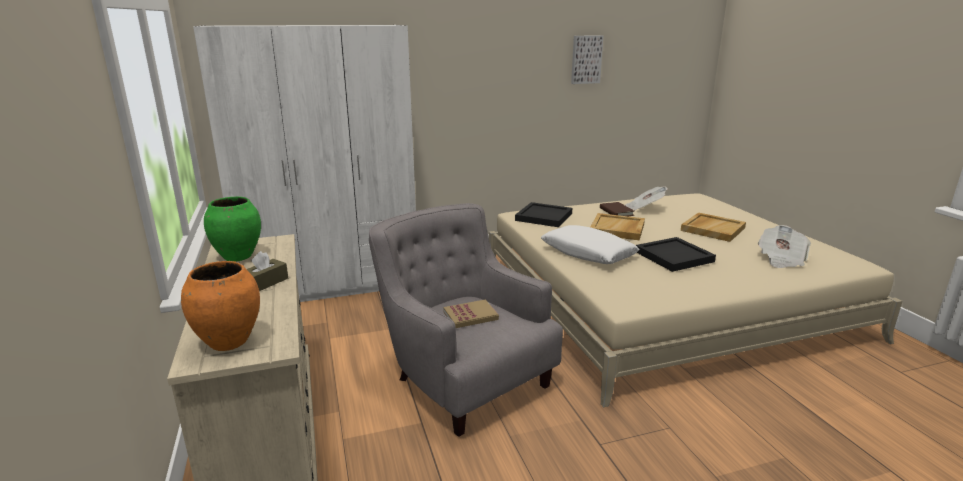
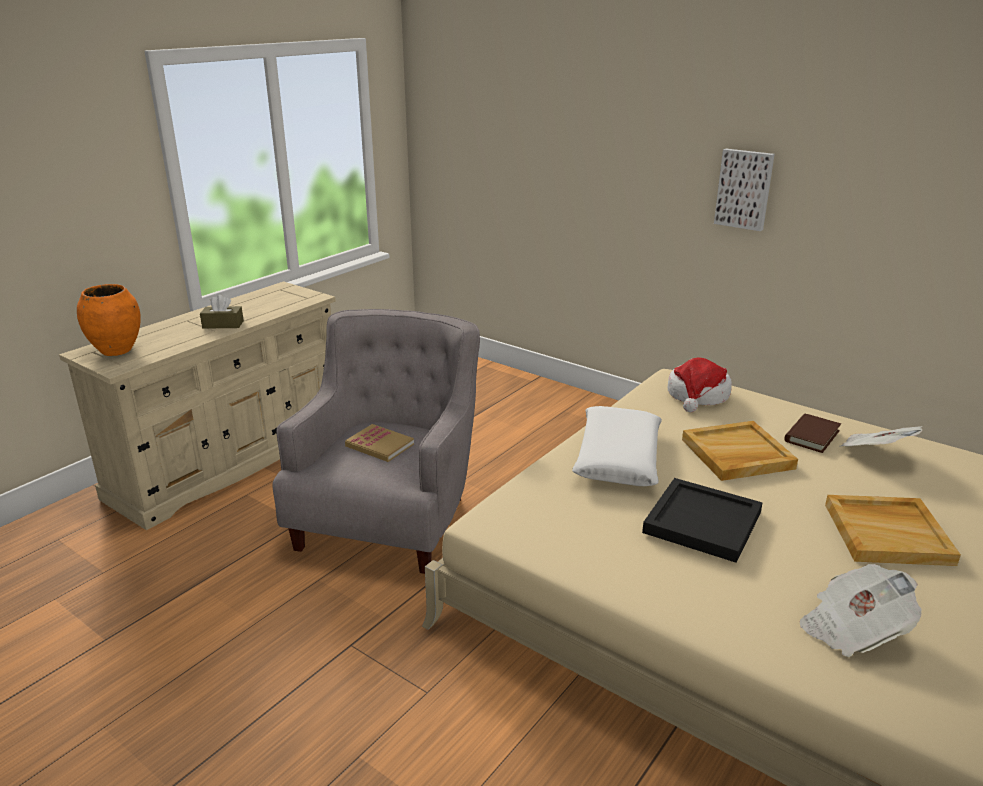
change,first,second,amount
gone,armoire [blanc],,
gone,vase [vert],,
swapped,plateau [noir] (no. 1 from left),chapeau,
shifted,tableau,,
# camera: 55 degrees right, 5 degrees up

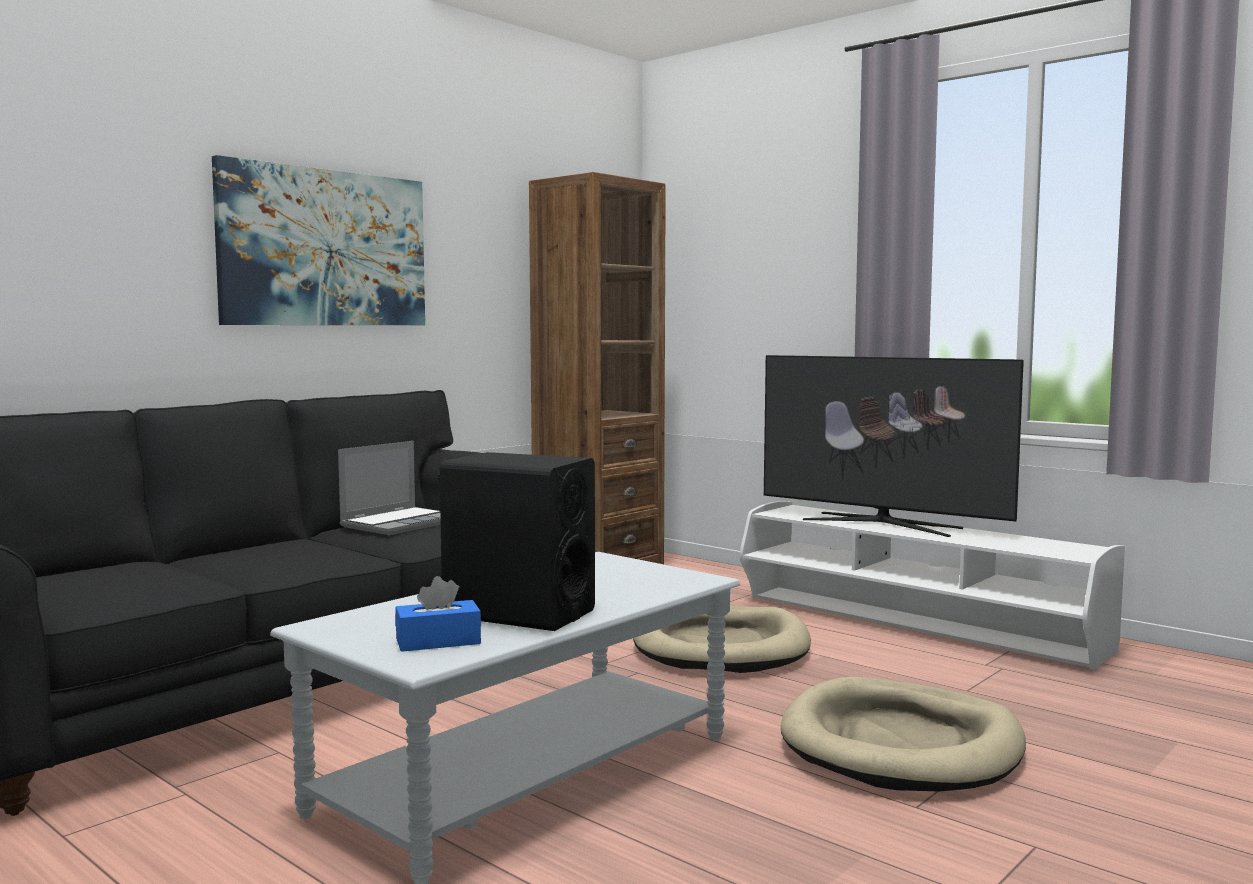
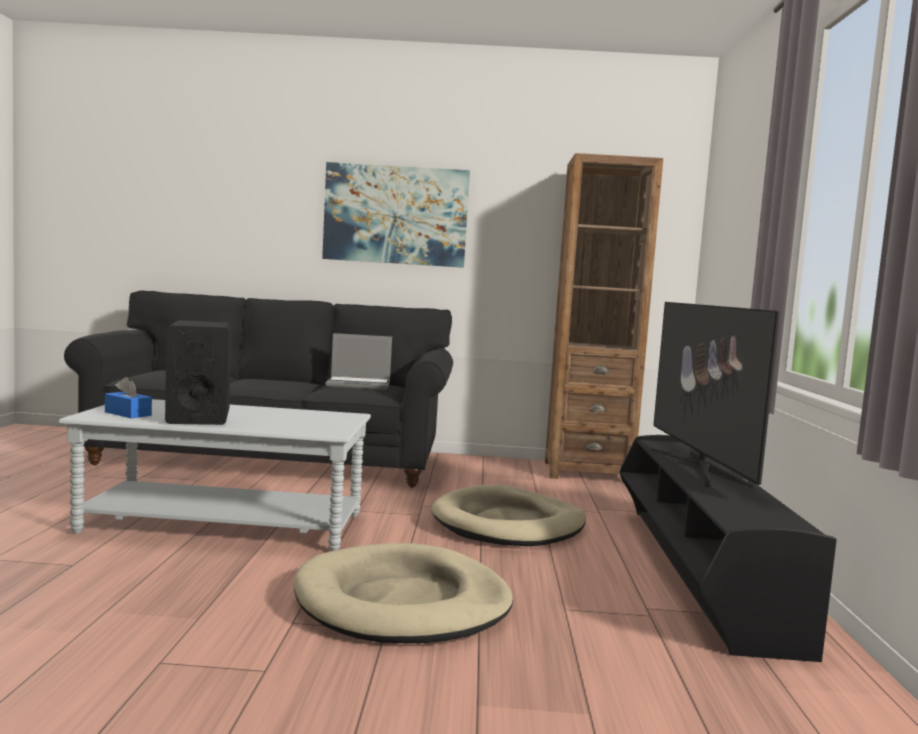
change,first,second,amount
repainted,meuble télé [blanc],meuble télé [noir],
# camera: 50 degrees right, 0 degrees up

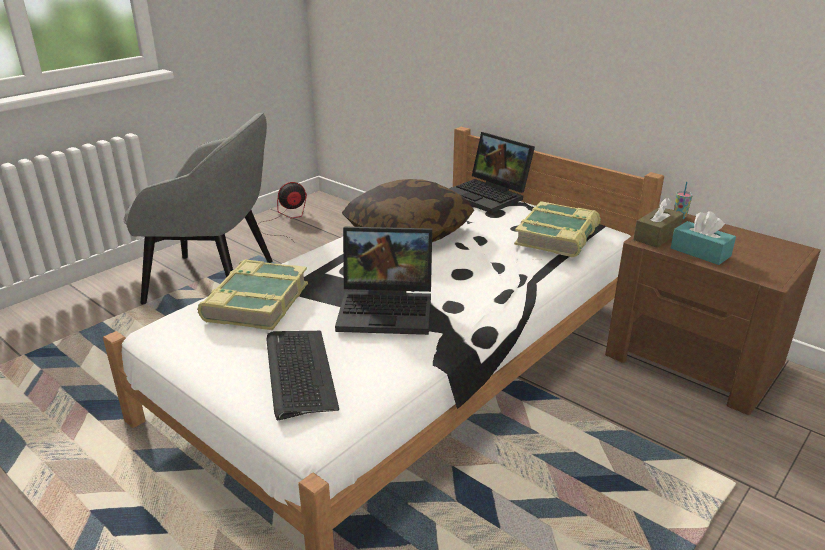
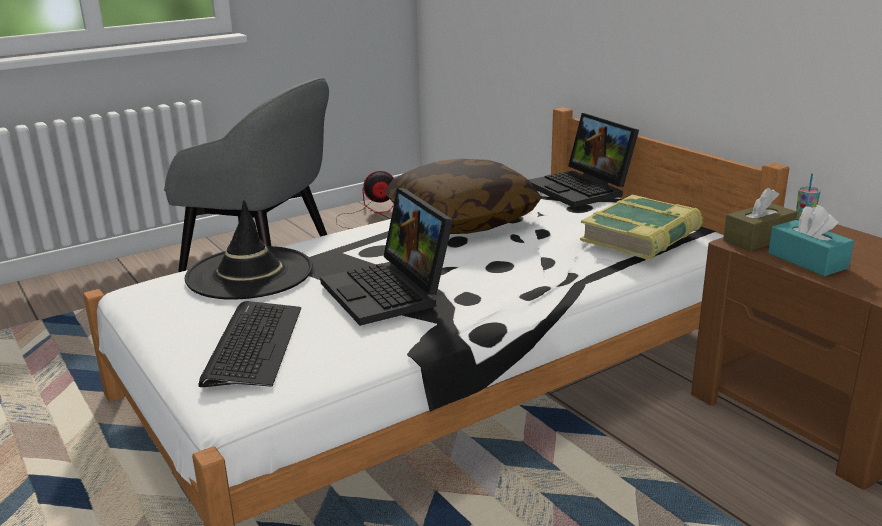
change,first,second,amount
swapped,livre (no. 1 from left),chapeau [noir],
rotated,ordinateur portable (no. 1 from left),,45 degrees clockwise
# camera: 15 degrees right, 5 degrees down

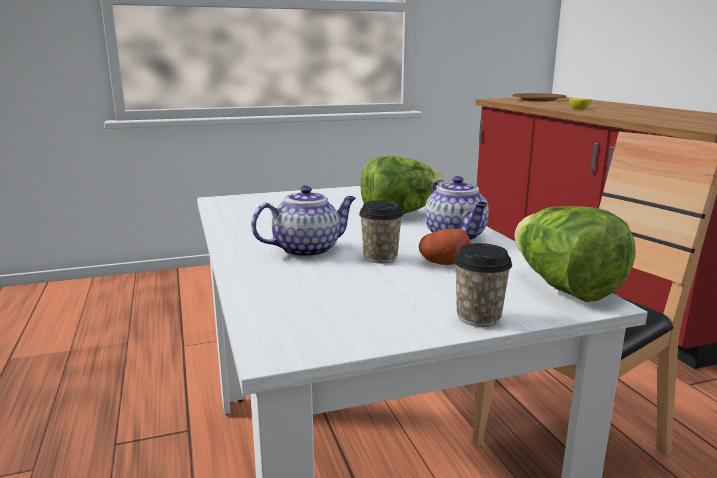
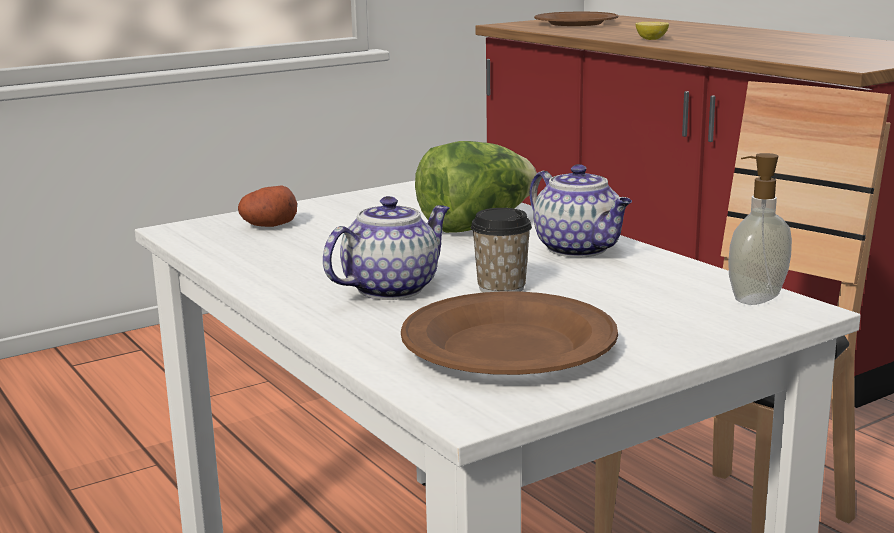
change,first,second,amount
shifted,pomme de terre,,
gone,tasse (no. 2 from left),,
swapped,laitue (no. 2 from left),distributeur de savon,
new,,assiette [marron] (no. 1 from left),
# camera: 15 degrees left, 0 degrees up

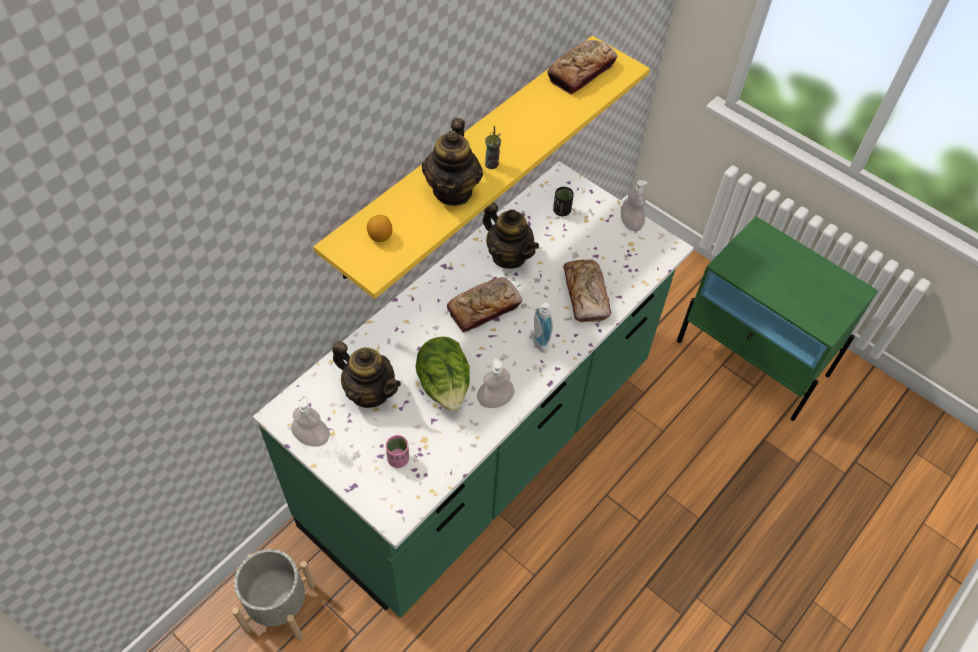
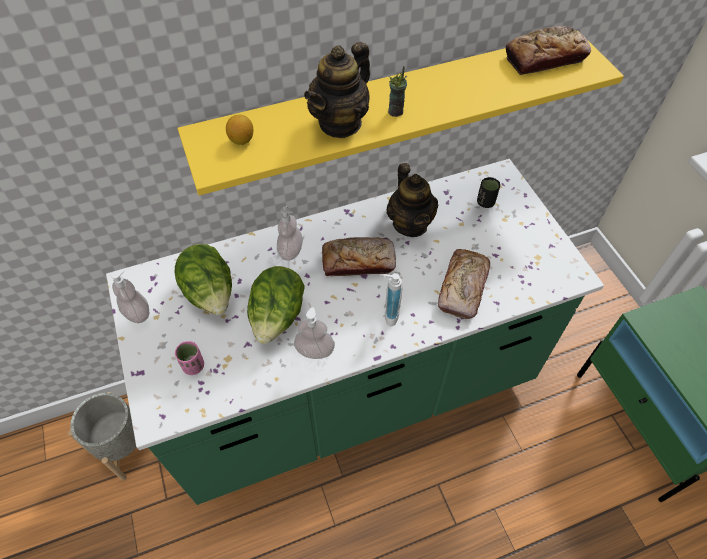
change,first,second,amount
swapped,théière (no. 1 from left),laitue (no. 1 from left),
shifted,distributeur de savon (no. 4 from left in the first image),distributeur de savon (no. 2 from left),
# camera: 30 degrees right, 0 degrees up

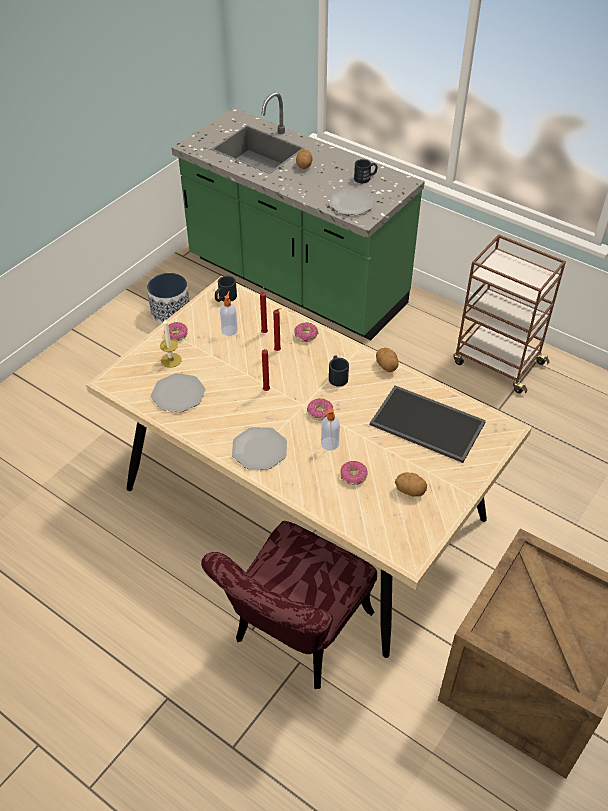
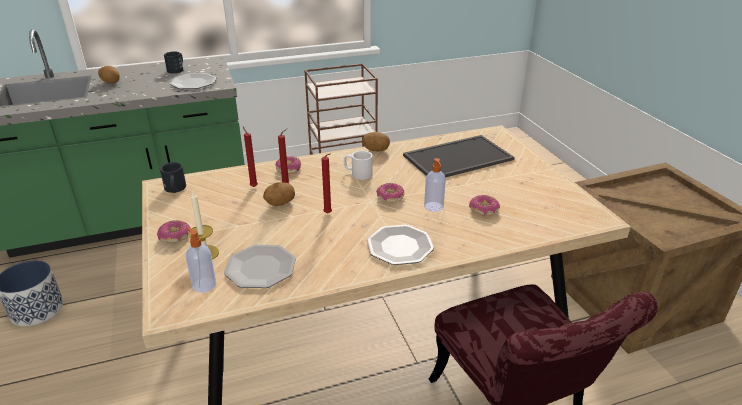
change,first,second,amount
shifted,distributeur de savon (no. 1 from left),,
repainted,mug [noir] (no. 2 from left),mug [blanc],
shifted,pomme de terre (no. 3 from left in the first image),pomme de terre (no. 2 from left),
# camera: 55 degrees left, 15 degrees down

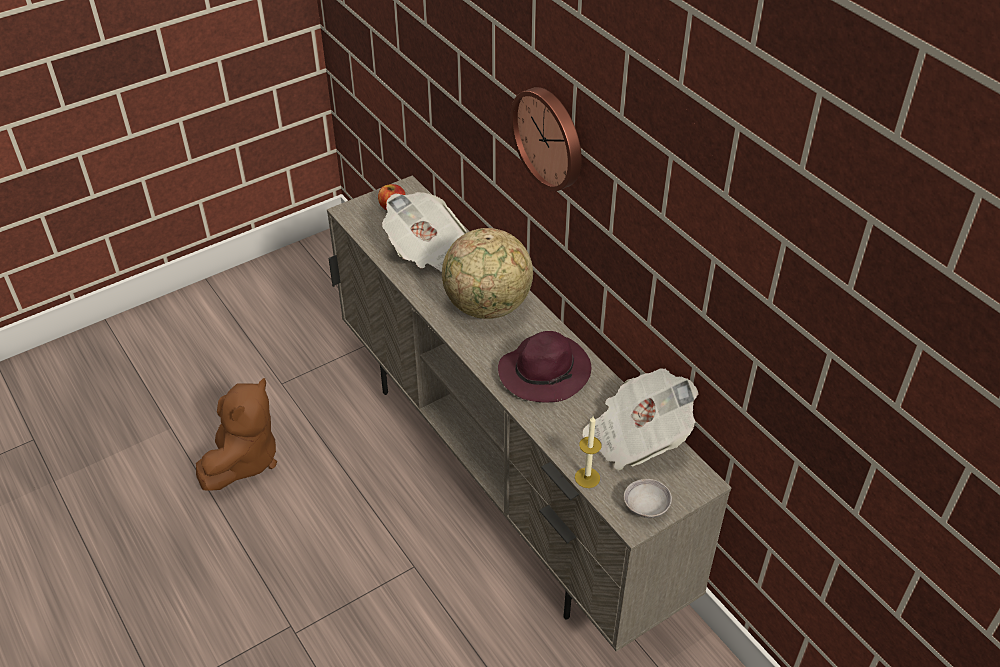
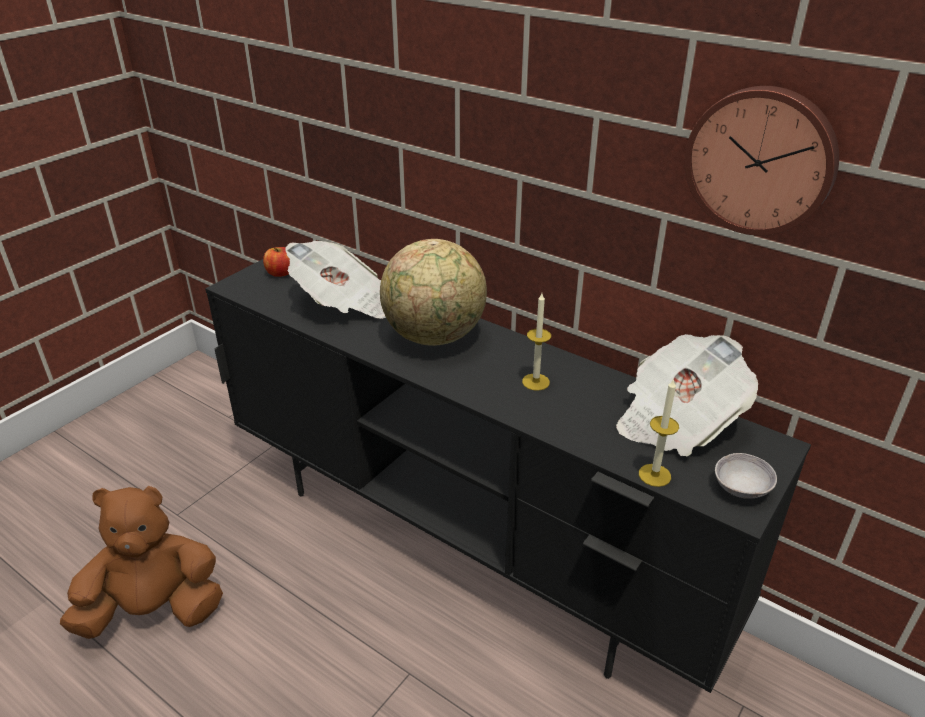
change,first,second,amount
rotated,peluche [marron],,105 degrees counterclockwise
repainted,meuble télé [beige],meuble télé [noir],
swapped,chapeau [violet],bougie (no. 1 from left),
shifted,horloge murale,,
# camera: 20 degrees left, 10 degrees down

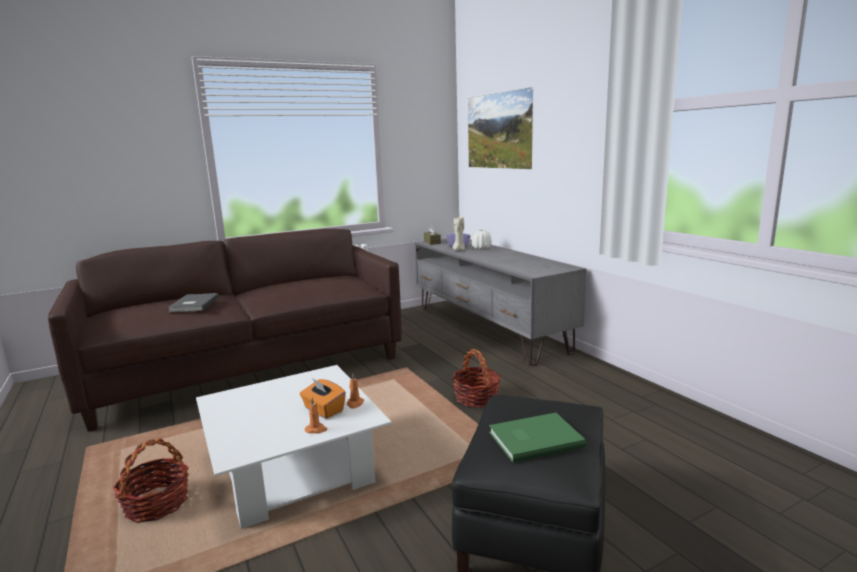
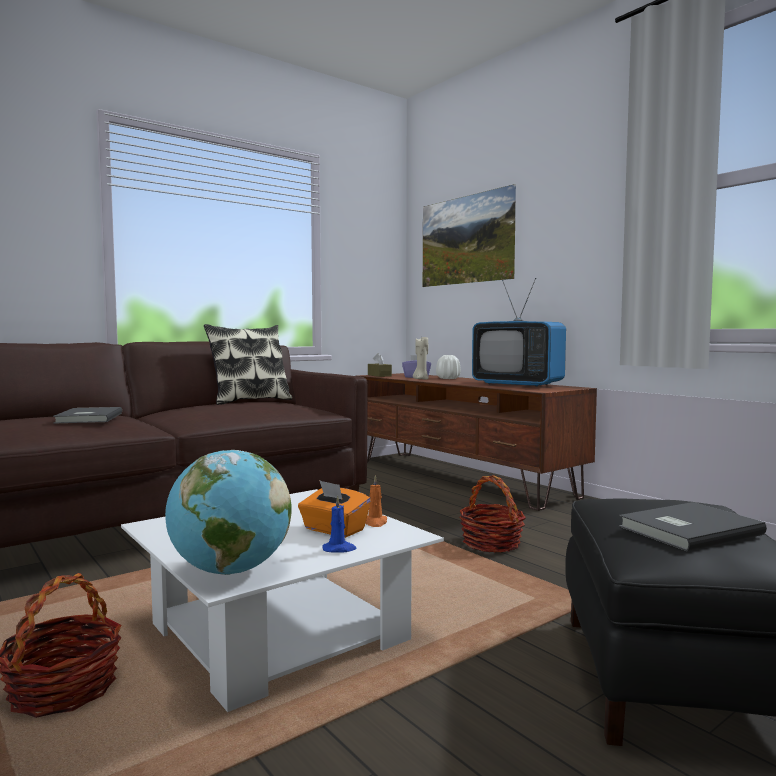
change,first,second,amount
repainted,bougie [orange] (no. 1 from left),bougie [bleu],
repainted,meuble télé [gris],meuble télé [marron],
repainted,livre [vert],livre [gris] (no. 2 from left),
new,,globe,
new,,coussin,
new,,téléviseur,
# camera: 10 degrees left, 10 degrees down

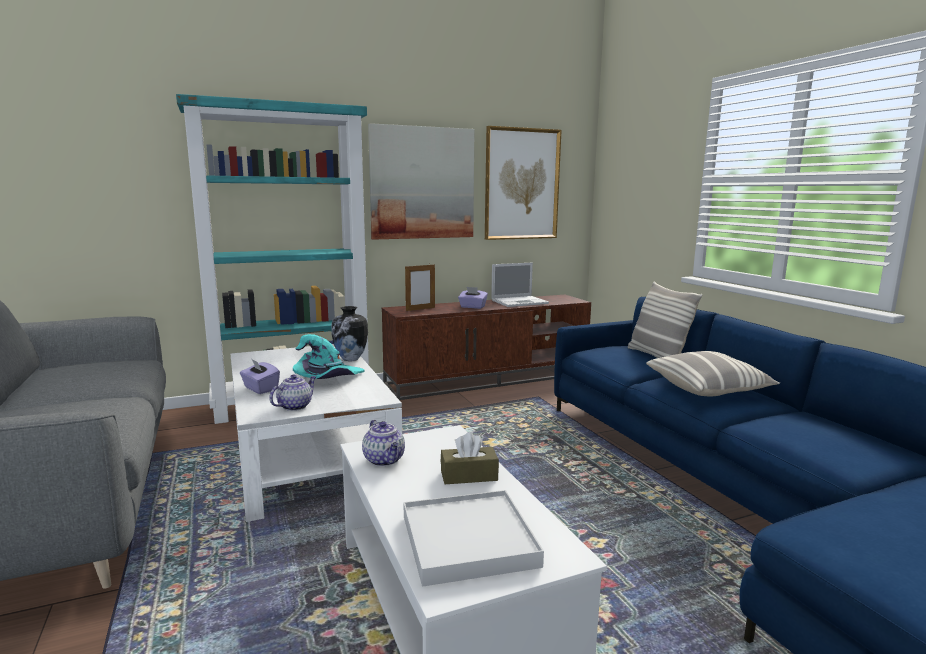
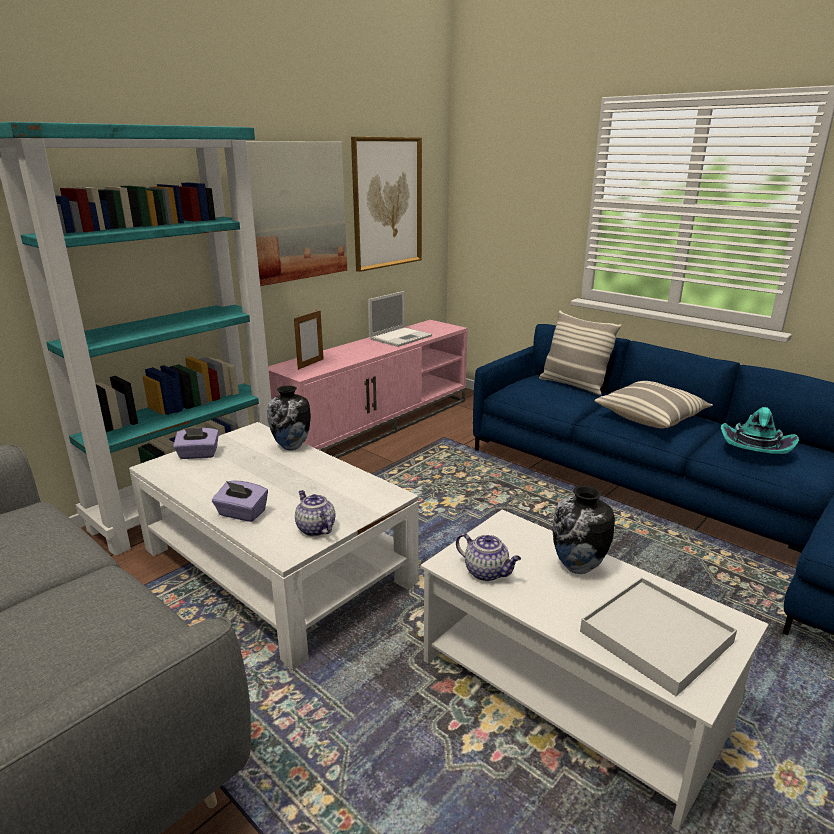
change,first,second,amount
rotated,théière (no. 1 from left),,45 degrees counterclockwise
shifted,chapeau [turquoise],,
repainted,meuble télé [marron],meuble télé [rose],
swapped,boîte à mouchoirs [marron],vase (no. 2 from left),
shifted,boîte à mouchoirs [violet] (no. 2 from left in the first image),boîte à mouchoirs [violet] (no. 1 from left),
# camera: 25 degrees left, 10 degrees up

